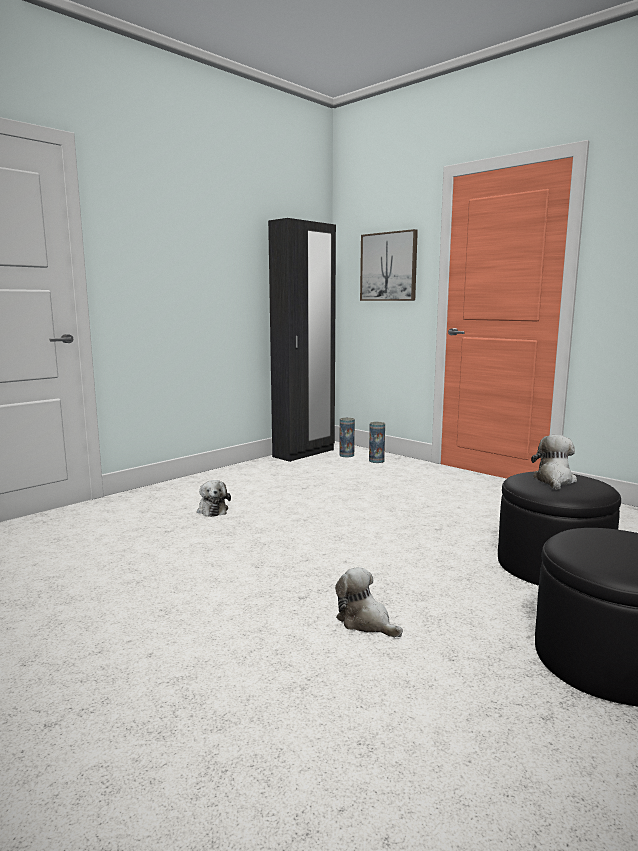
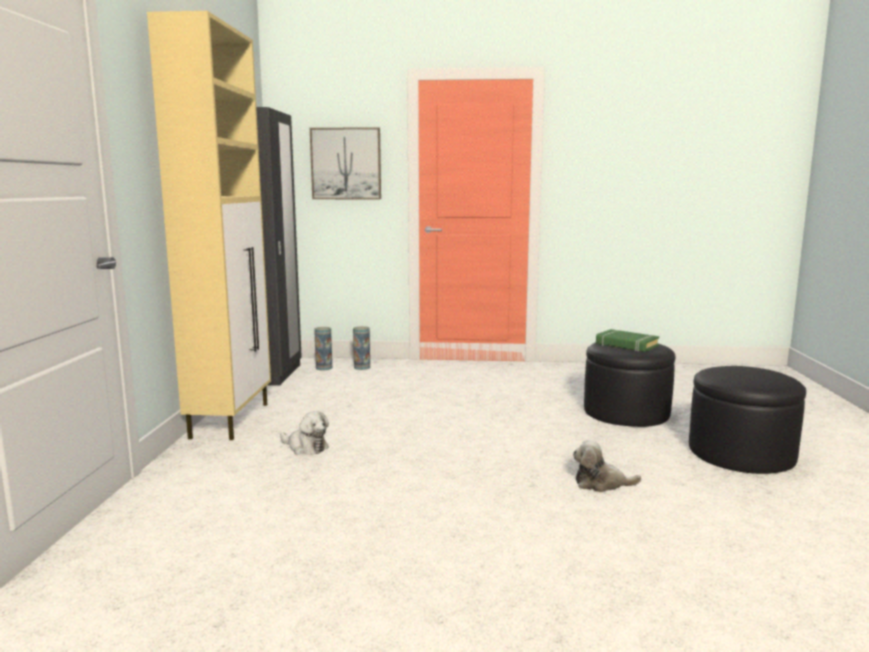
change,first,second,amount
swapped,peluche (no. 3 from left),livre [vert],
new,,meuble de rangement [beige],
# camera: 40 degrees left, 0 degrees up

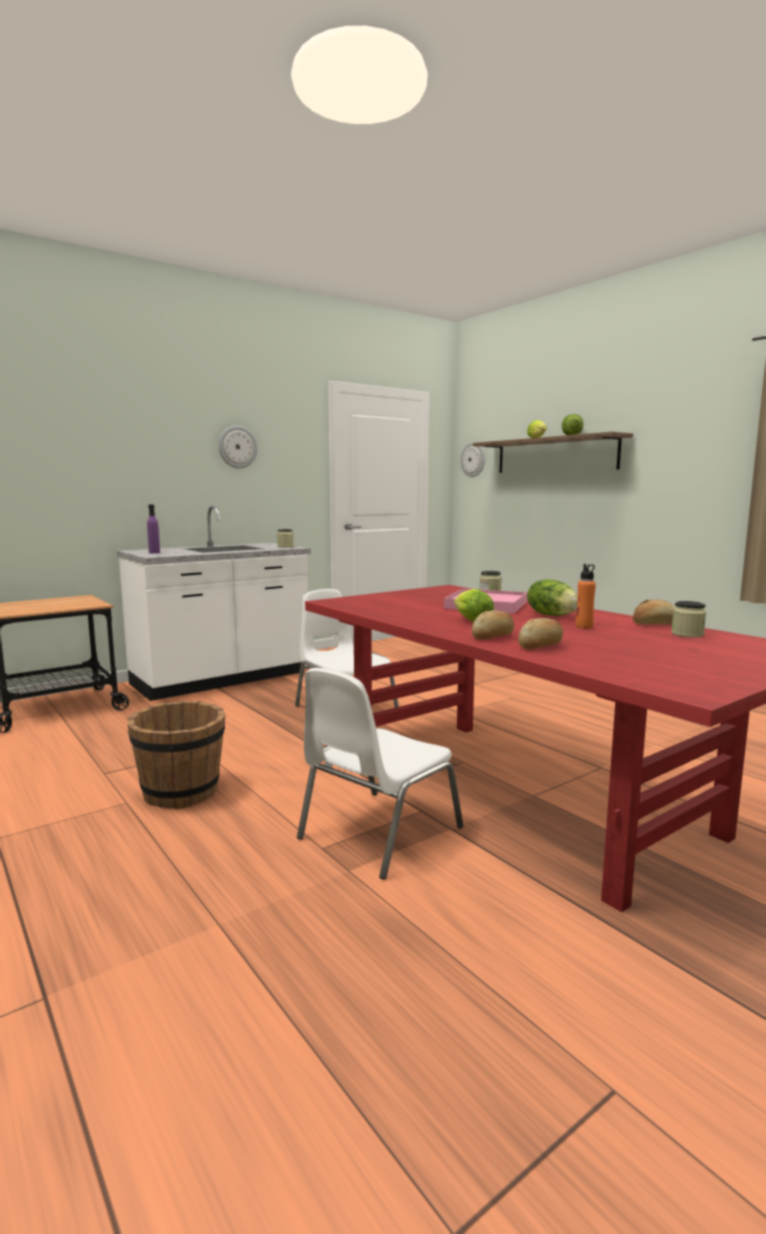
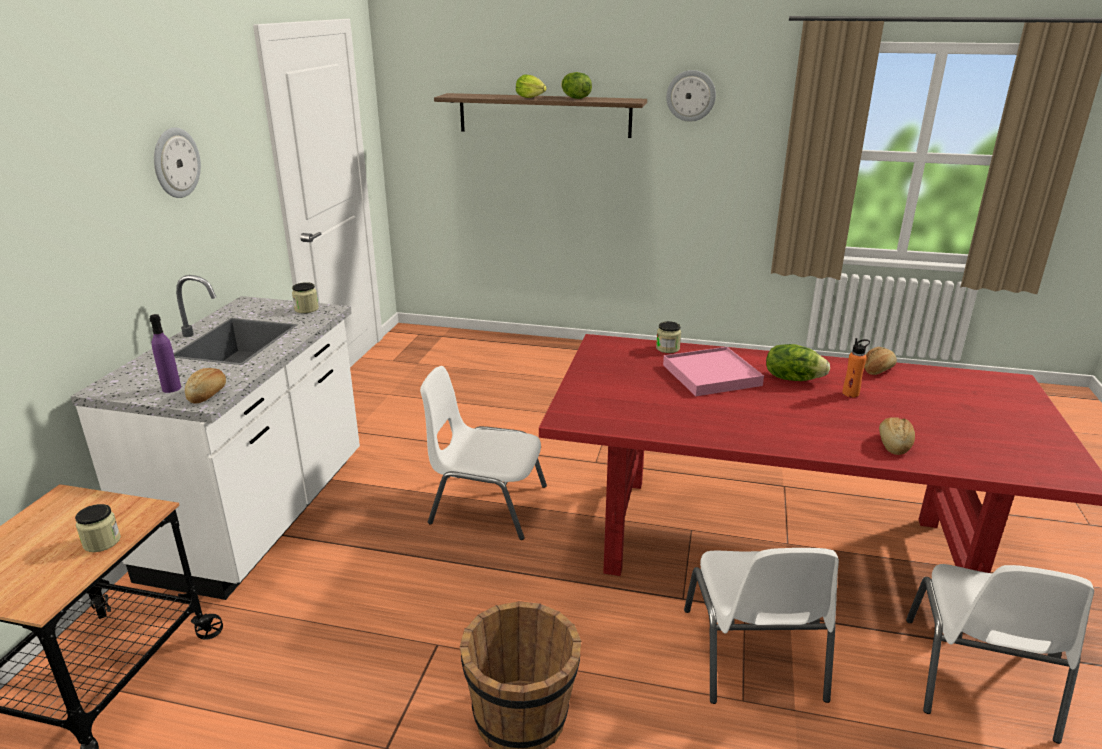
change,first,second,amount
gone,laitue (no. 1 from left),,
shifted,horloge murale (no. 2 from left),,
shifted,pain (no. 1 from left),,
shifted,bocal (no. 3 from left in the first image),bocal (no. 1 from left),
new,,chaise [blanc] (no. 3 from left),
# camera: 40 degrees left, 15 degrees up

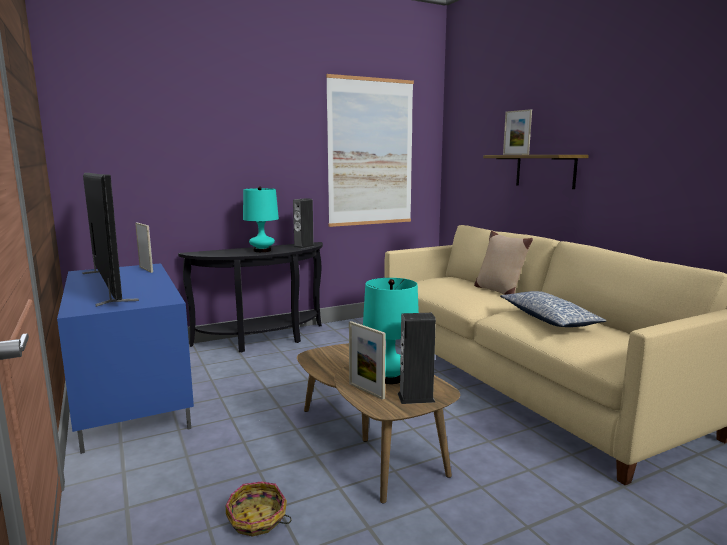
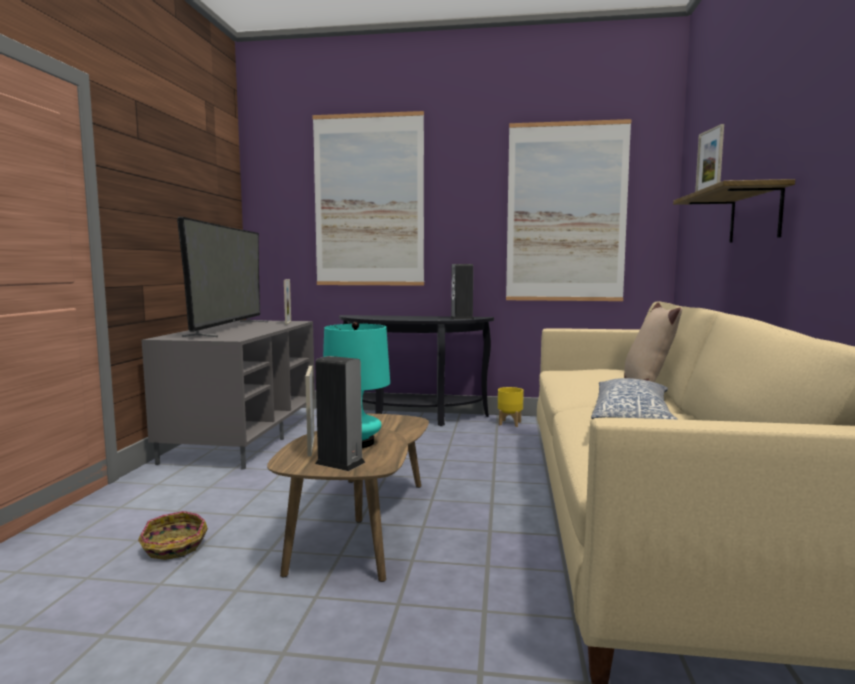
change,first,second,amount
repainted,meuble télé [bleu],meuble télé [gris],
gone,lampe de table [turquoise] (no. 1 from left),,
new,,tableau (no. 1 from left),
new,,cache-pot [jaune],
# camera: 35 degrees right, 5 degrees down

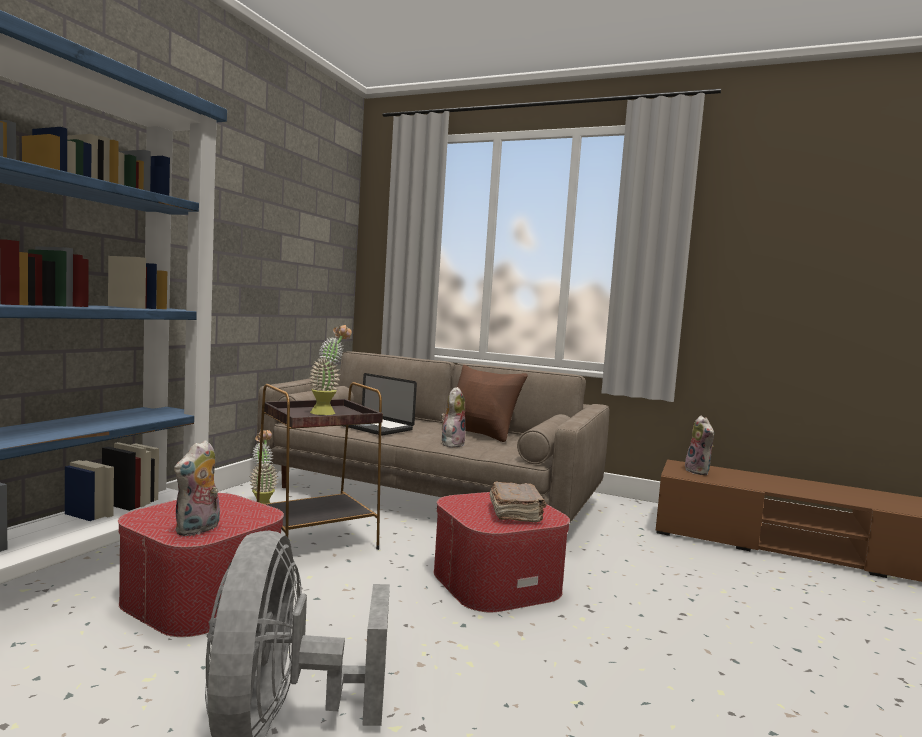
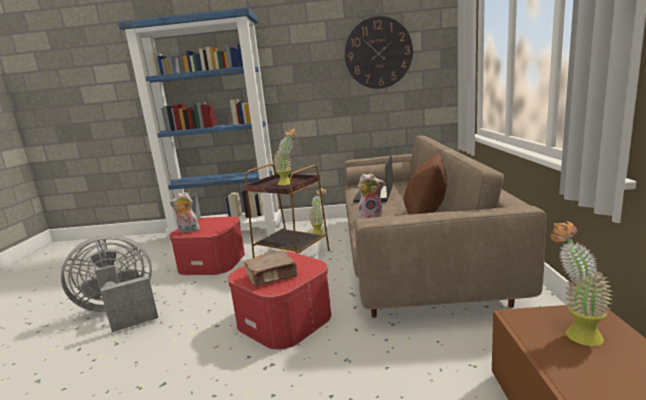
change,first,second,amount
swapped,peluche (no. 3 from left),plante en pot (no. 3 from left),
new,,horloge murale,
# camera: 70 degrees right, 10 degrees up

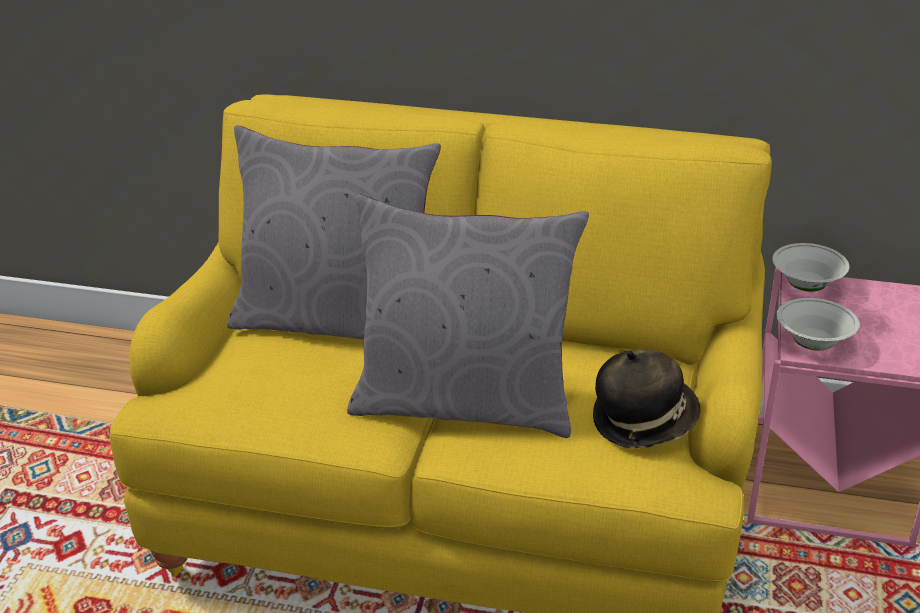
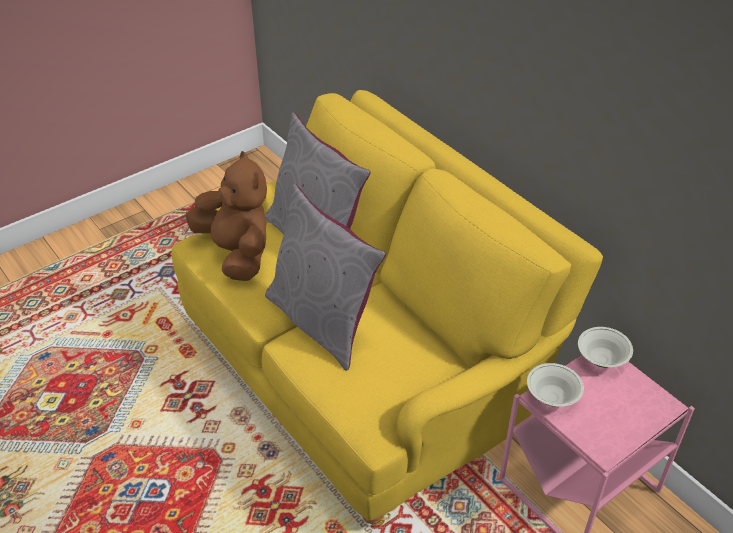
change,first,second,amount
gone,chapeau,,
new,,peluche [marron],
# camera: 40 degrees right, 10 degrees up

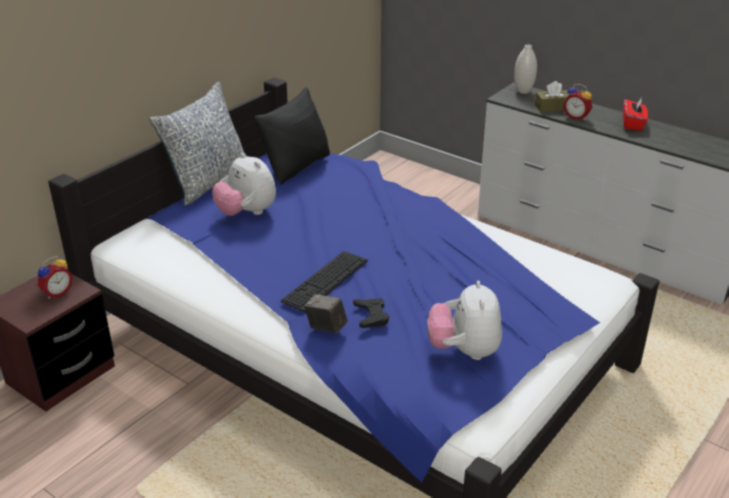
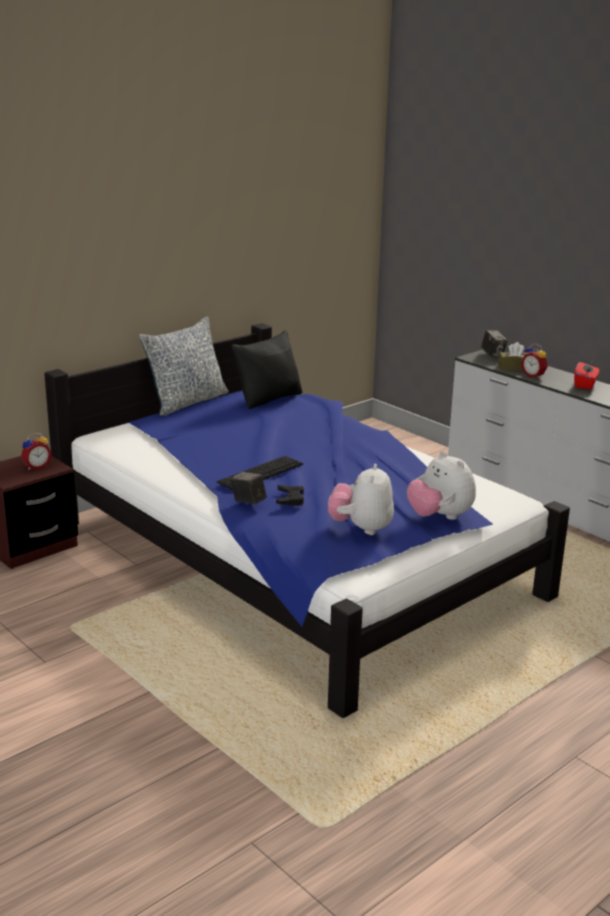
change,first,second,amount
shifted,peluche (no. 1 from left in the first image),peluche (no. 2 from left),
swapped,vase [blanc],appareil photo (no. 2 from left),
# camera: 10 degrees right, 10 degrees down

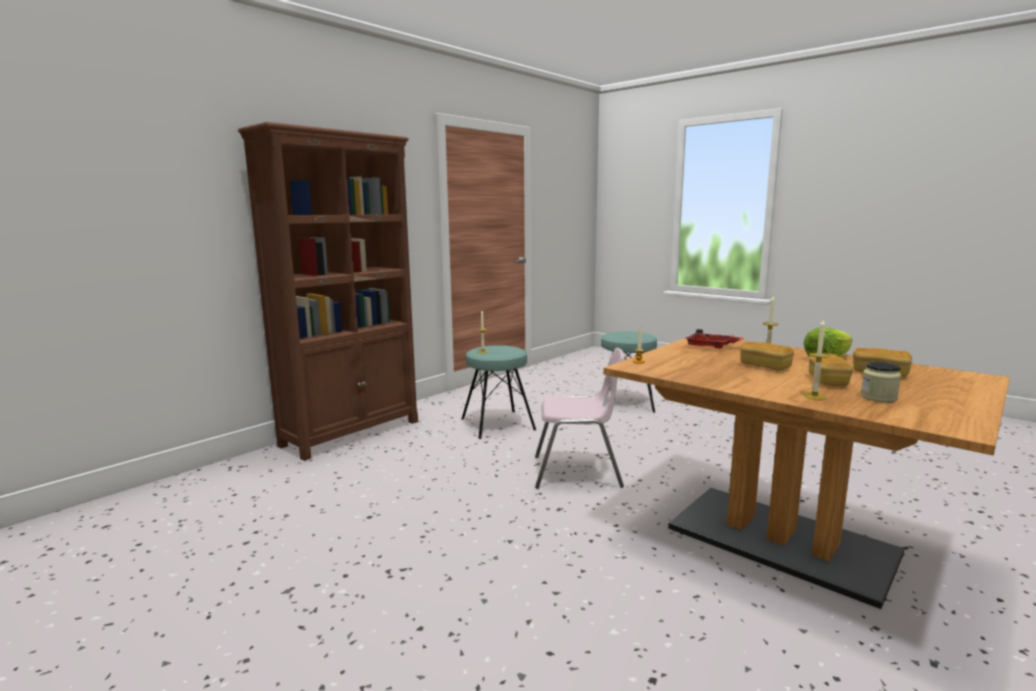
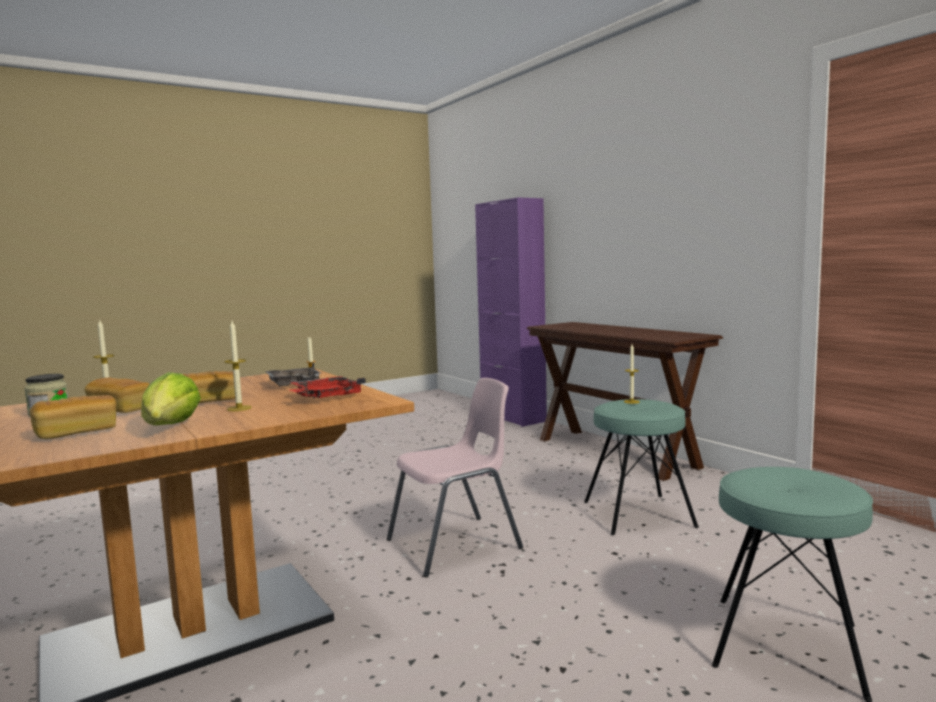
change,first,second,amount
swapped,bibliothèque [marron],table console [marron],
rotated,chaise [rose],,135 degrees counterclockwise
new,,plateau [gris],
new,,meuble de rangement [violet],
# camera: 105 degrees right, 5 degrees down

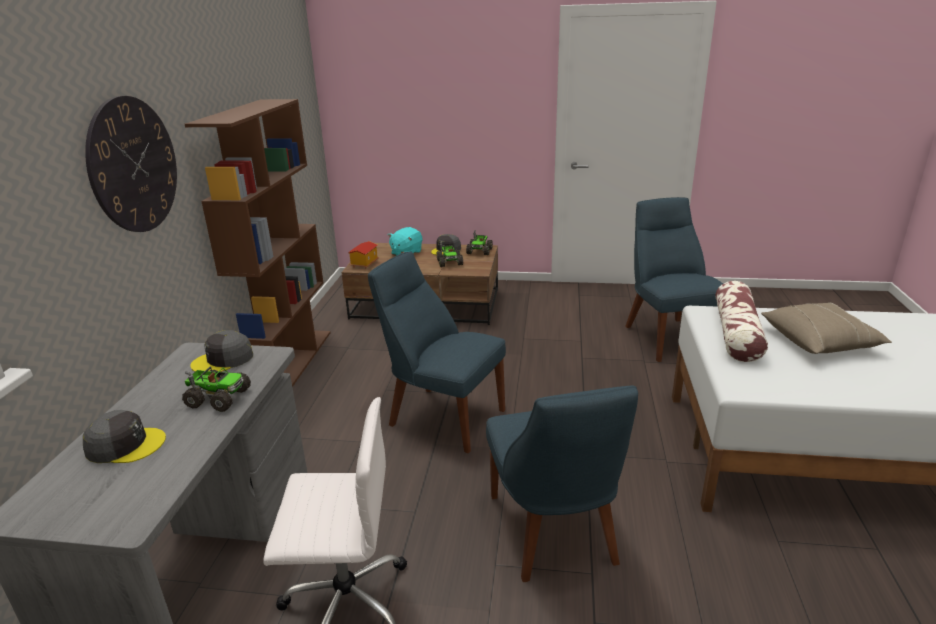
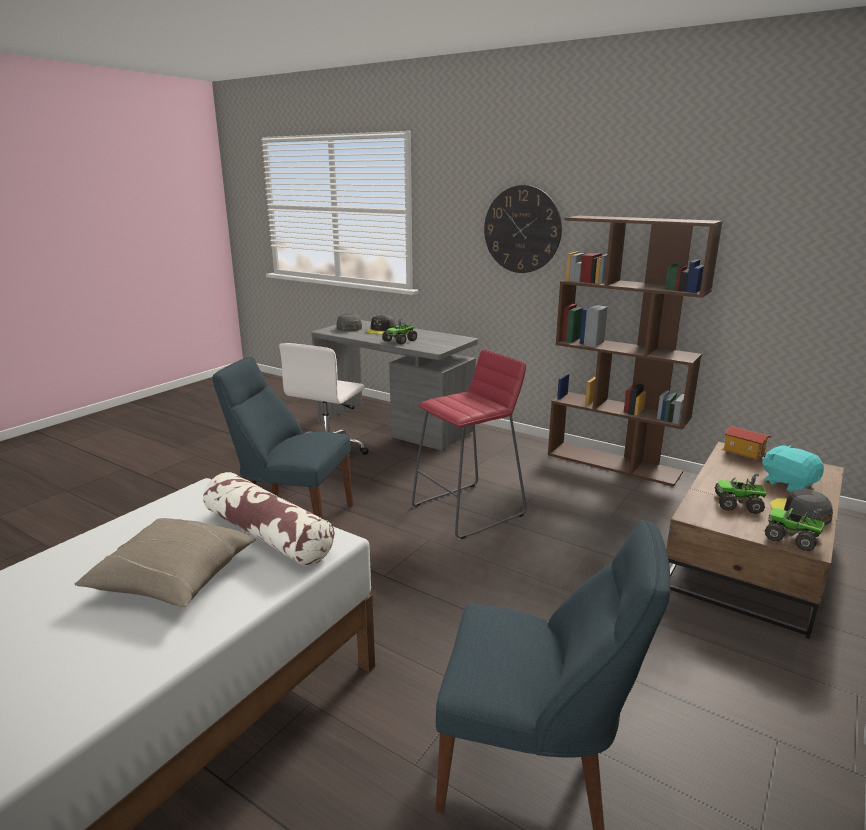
change,first,second,amount
shifted,casquette [gris] (no. 2 from left in the first image),casquette [gris] (no. 1 from left),
swapped,chaise [bleu] (no. 1 from left),tabouret [rouge],
# camera: 115 degrees right, 5 degrees down

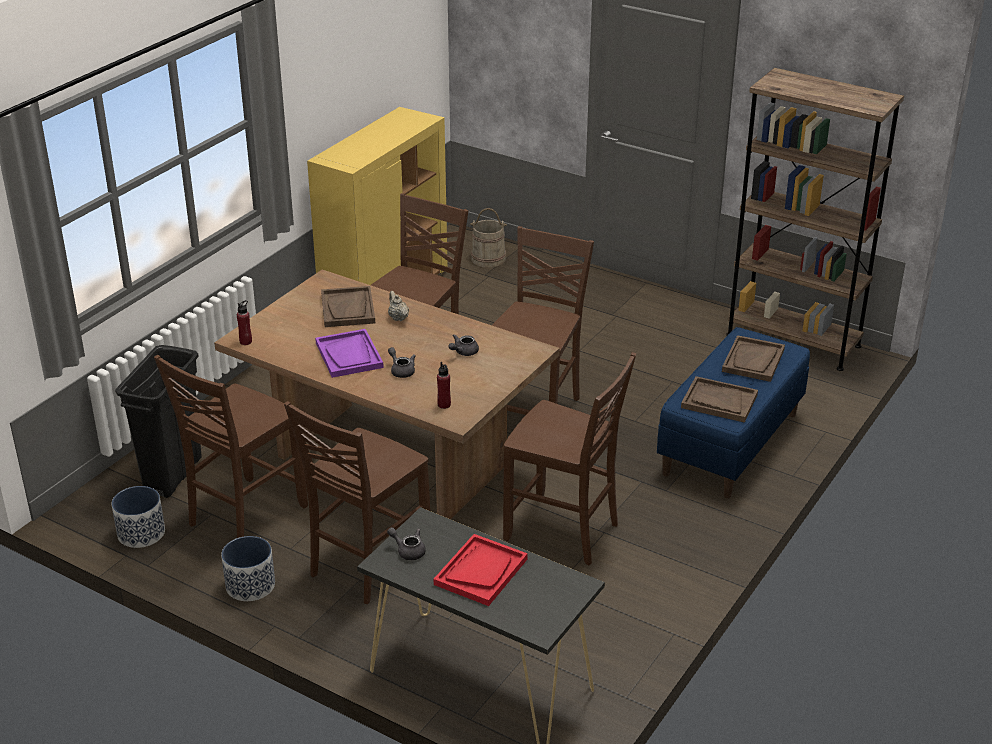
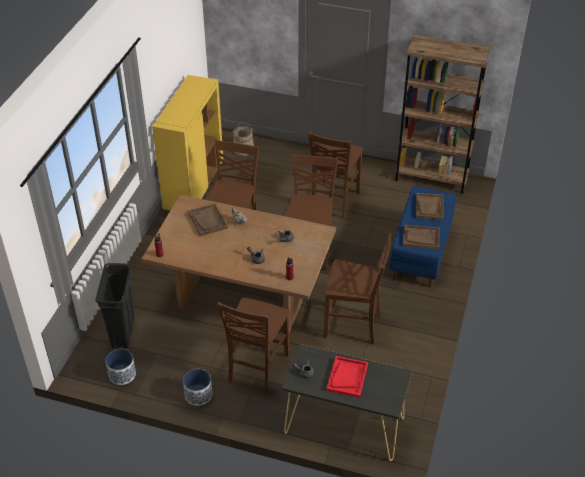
change,first,second,amount
shifted,chaise [marron] (no. 1 from left in the first image),chaise [marron] (no. 4 from left),
gone,plateau [violet],,
# camera: 15 degrees left, 10 degrees up

